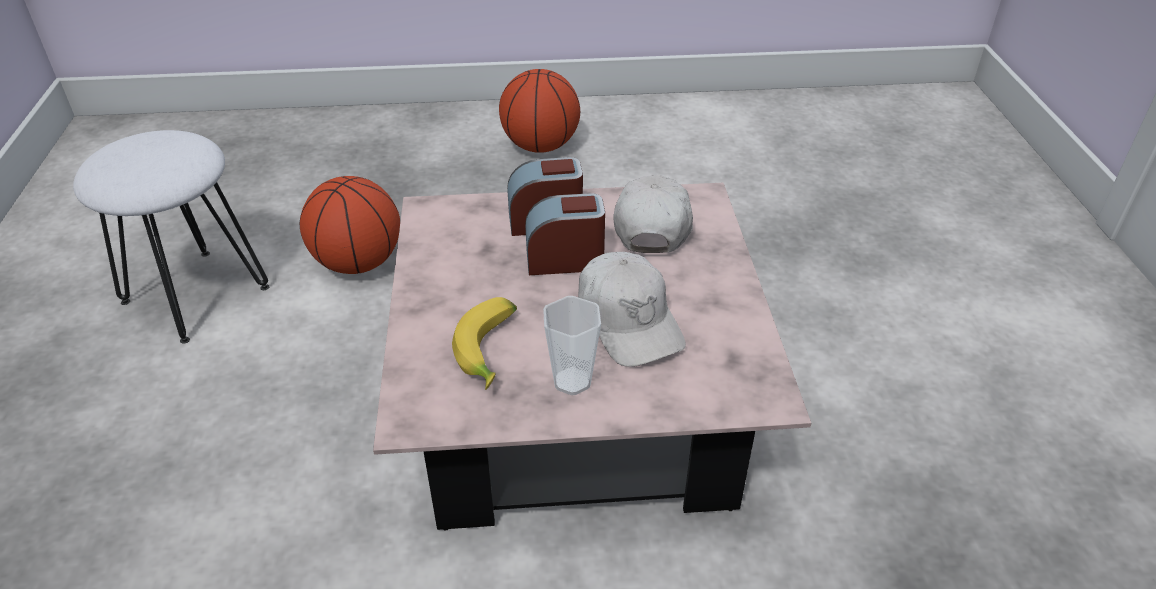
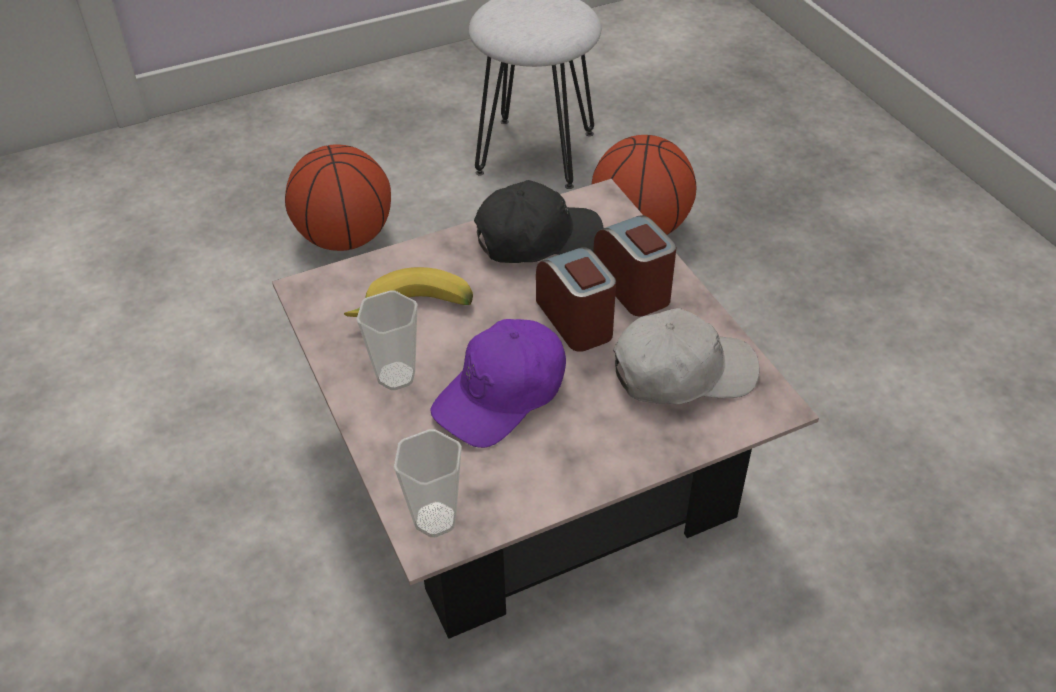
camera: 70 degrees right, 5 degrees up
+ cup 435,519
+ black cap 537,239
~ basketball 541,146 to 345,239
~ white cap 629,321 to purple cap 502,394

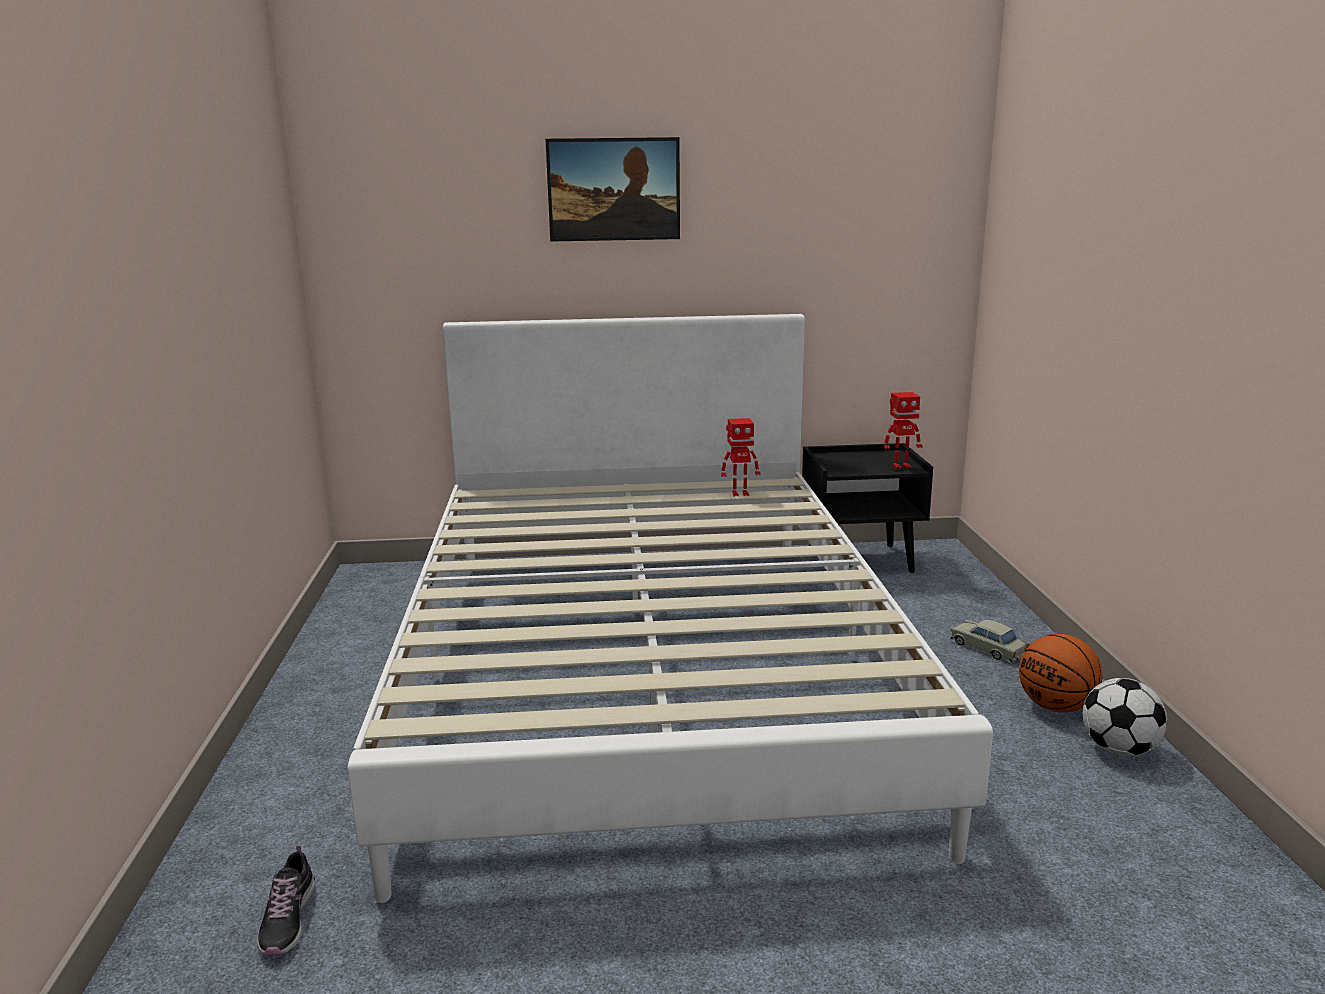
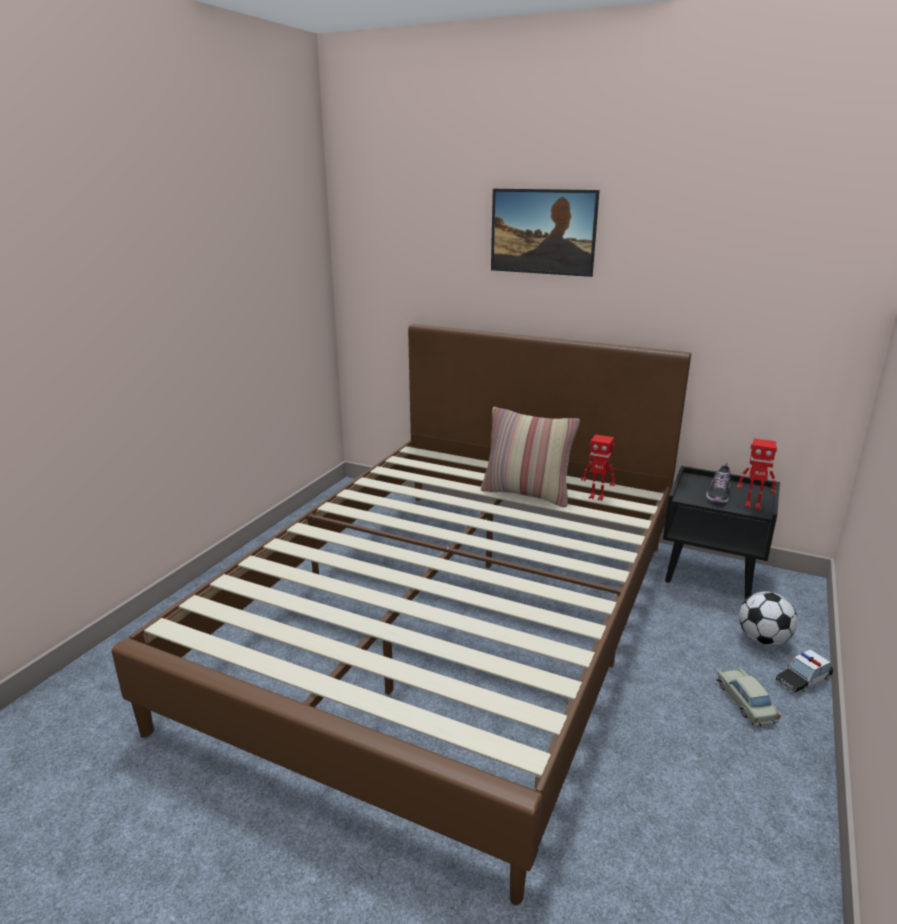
camera: 30 degrees right, 5 degrees up
- basketball 1056,707
+ pillow 526,493
+ toy car 803,679
~ shoe 288,920 to 718,494
~ football 1119,750 to 763,639
~ white bed 649,670 to brown bed 452,622

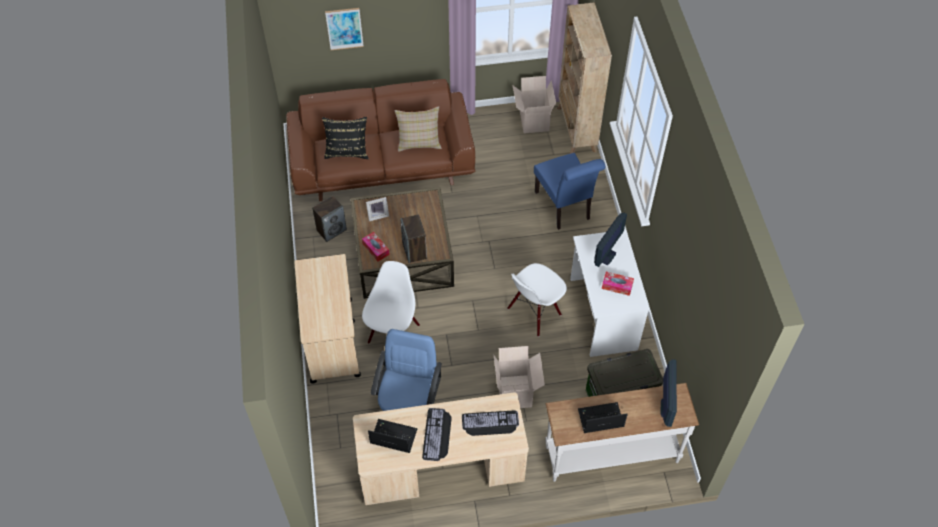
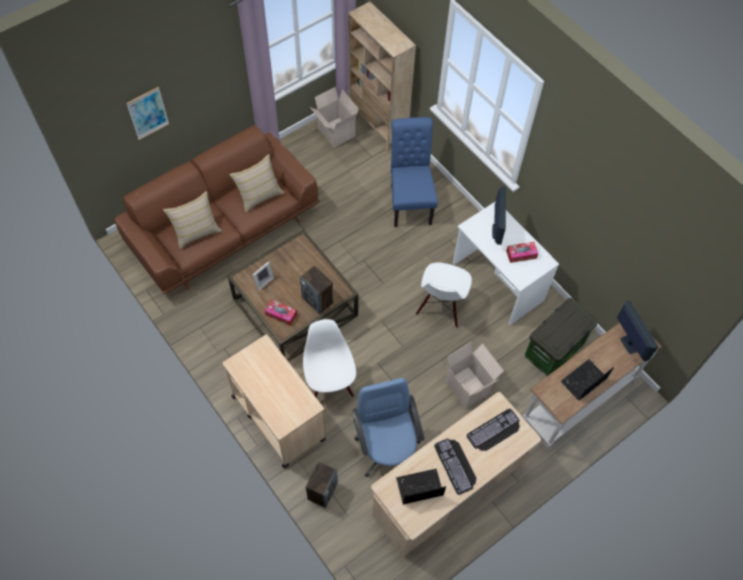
camera: 30 degrees left, 5 degrees up
~ speaker 331,230 to 322,491
~ black pillow 347,150 to beige pillow 196,231
~ blue chair 564,208 = 409,201 135 degrees counterclockwise

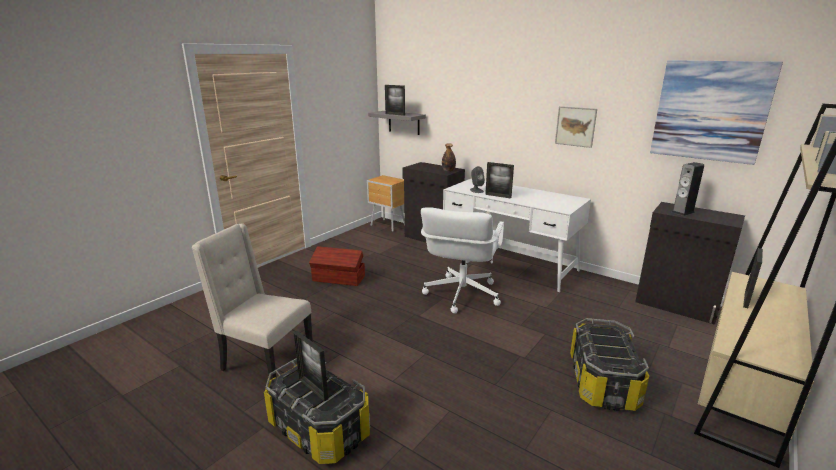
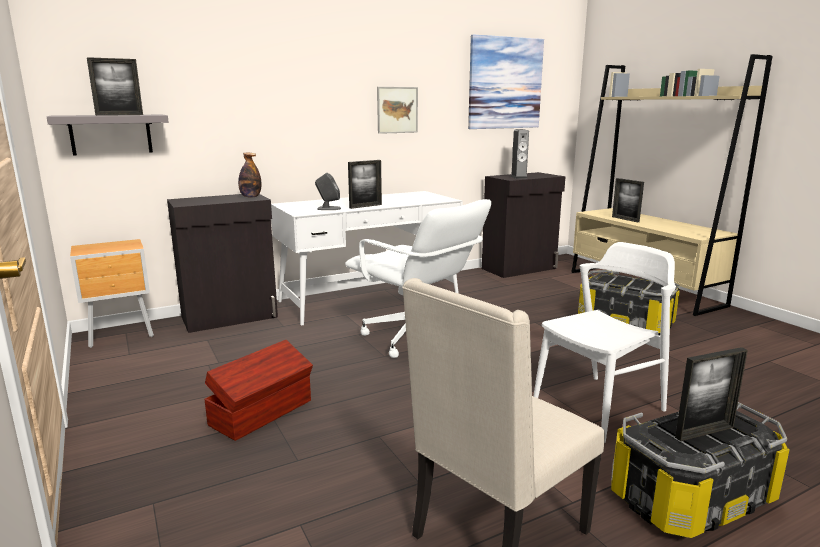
camera: 65 degrees left, 5 degrees down
+ white chair 599,406

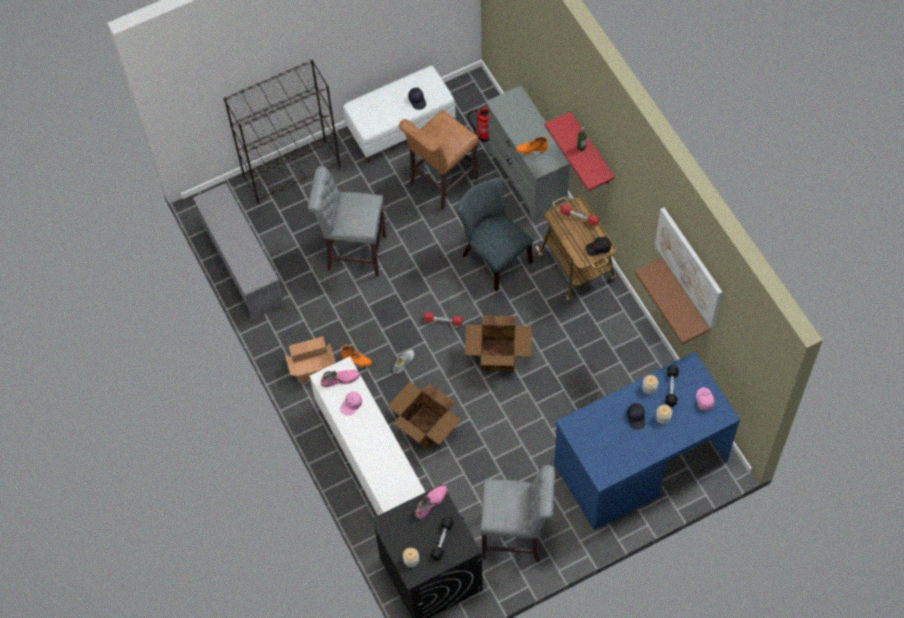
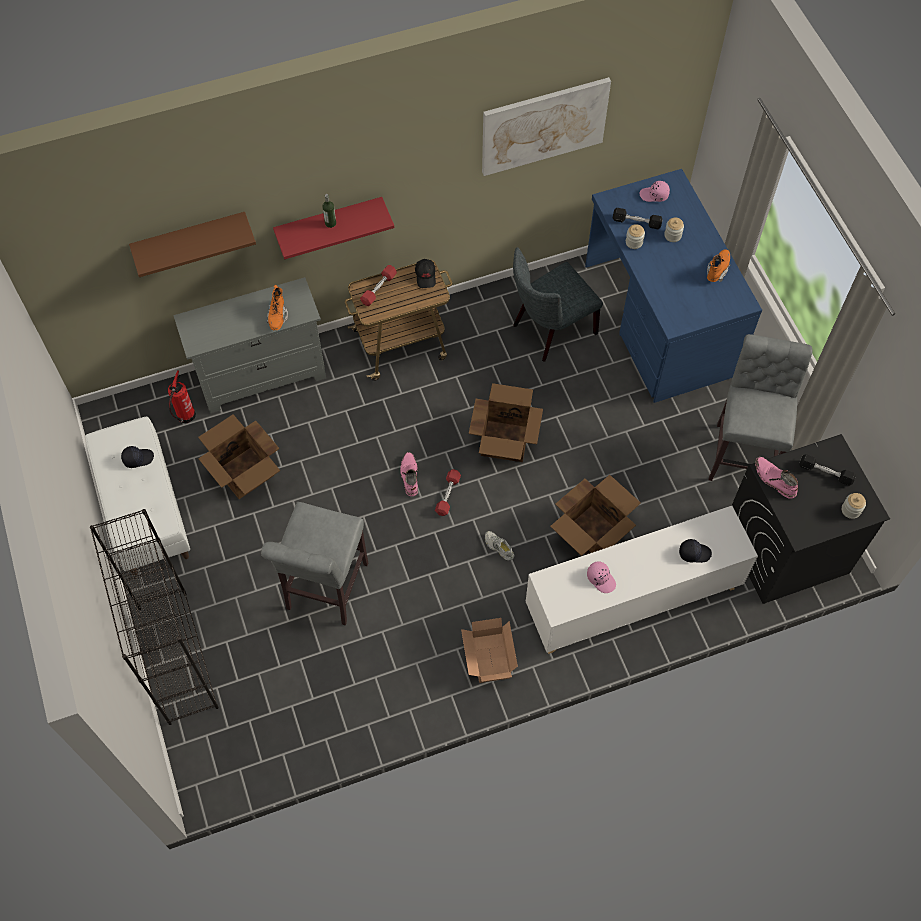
camera: 85 degrees left, 0 degrees up
- grey shoe rack 242,267
~ pink boot 340,379 to 409,476
~ orange boot 356,361 to 717,270
~ grey chair 493,256 to 550,330
~ black cap 636,418 to 694,552
~ brown shelf 684,299 to 190,238
~ brown stool 440,183 to cardboard box 245,473

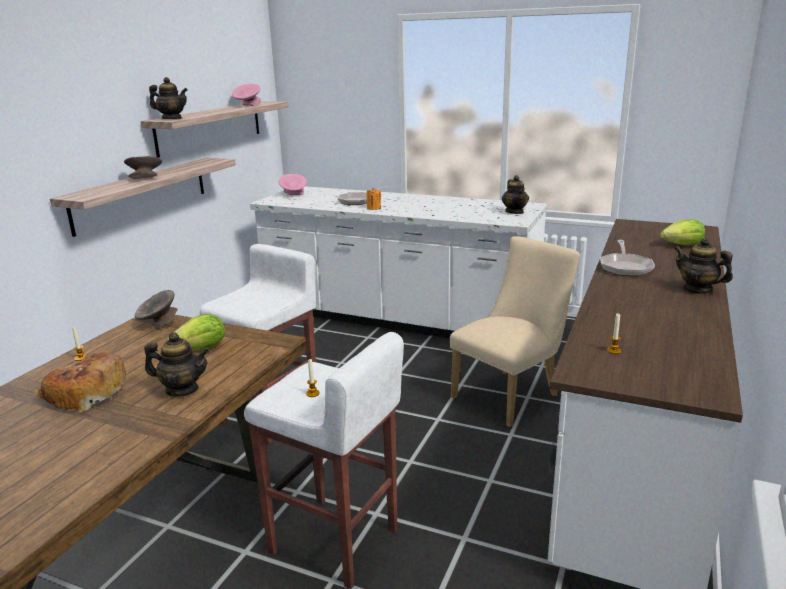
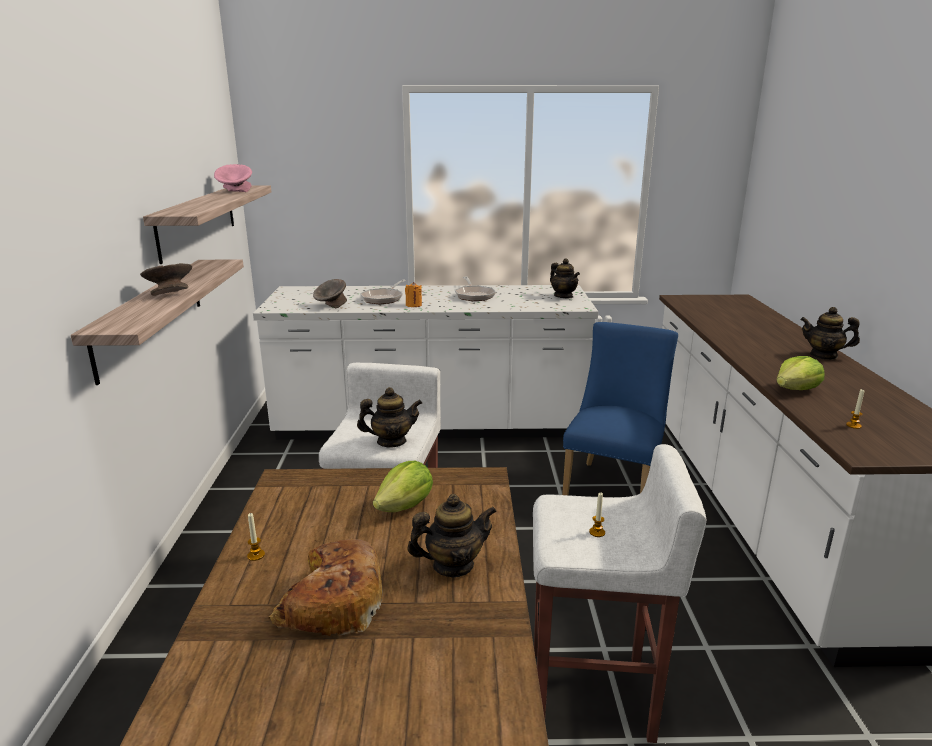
camera: 25 degrees left, 0 degrees up
- pink bowl 294,195
~ grey bowl 158,324 to 331,306
~ teapot 172,119 to 391,442
~ frying pan 625,267 to 474,295
~ lettuce 682,245 to 795,389
~ beige chair 511,394 to blue chair 613,485

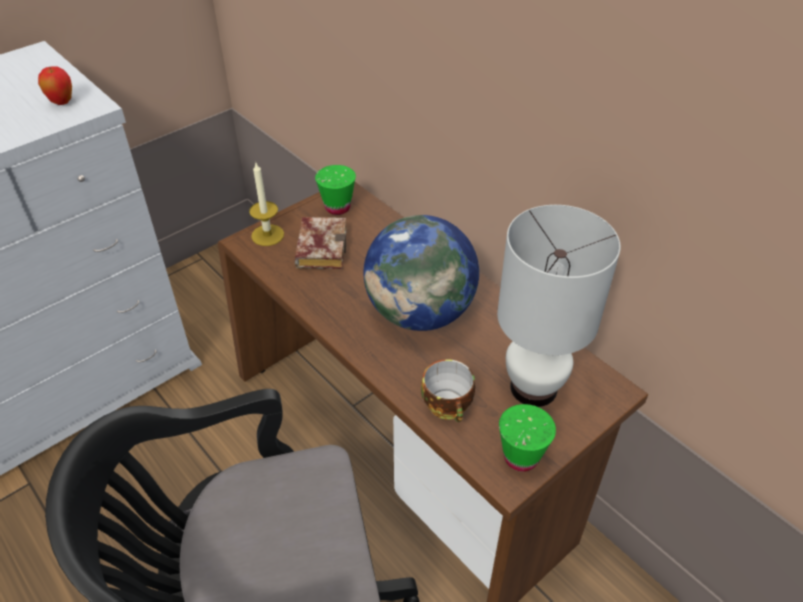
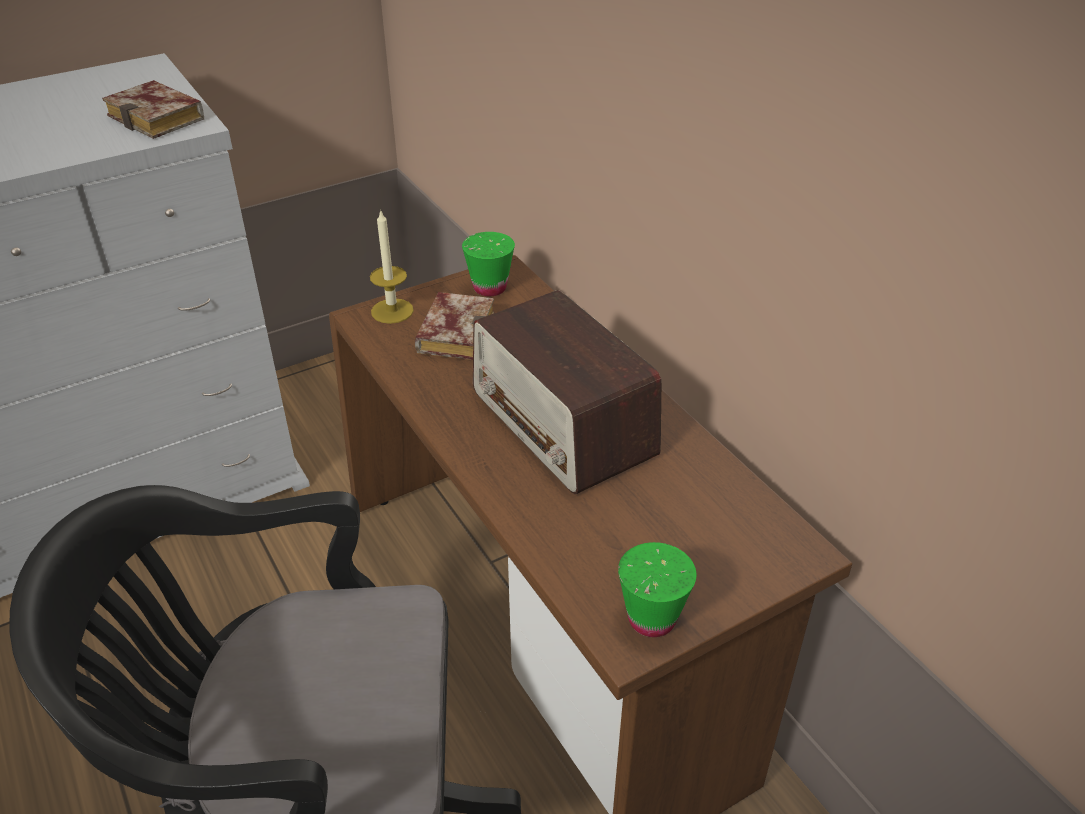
camera: 10 degrees right, 5 degrees down
- cup 449,407
- white table lamp 532,388
~ apple 62,102 to book 161,118
~ globe 420,313 to radio 563,424

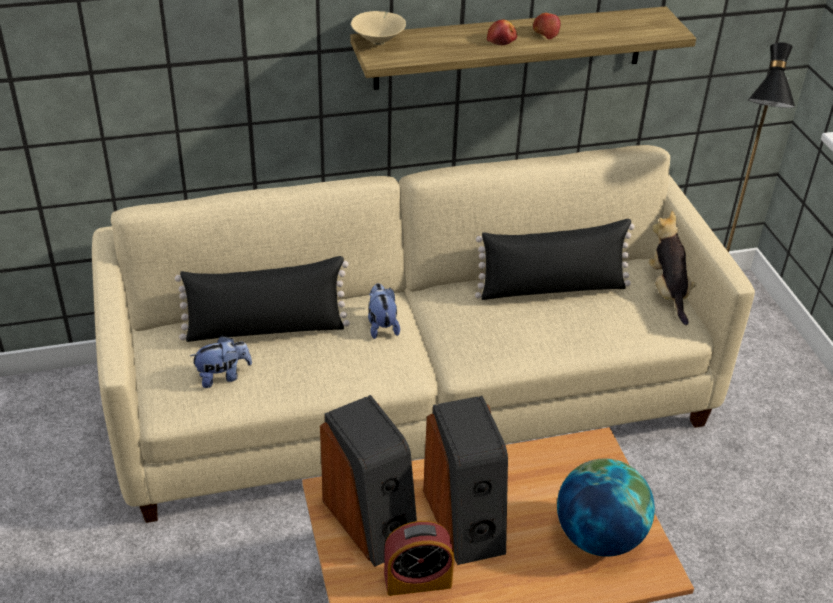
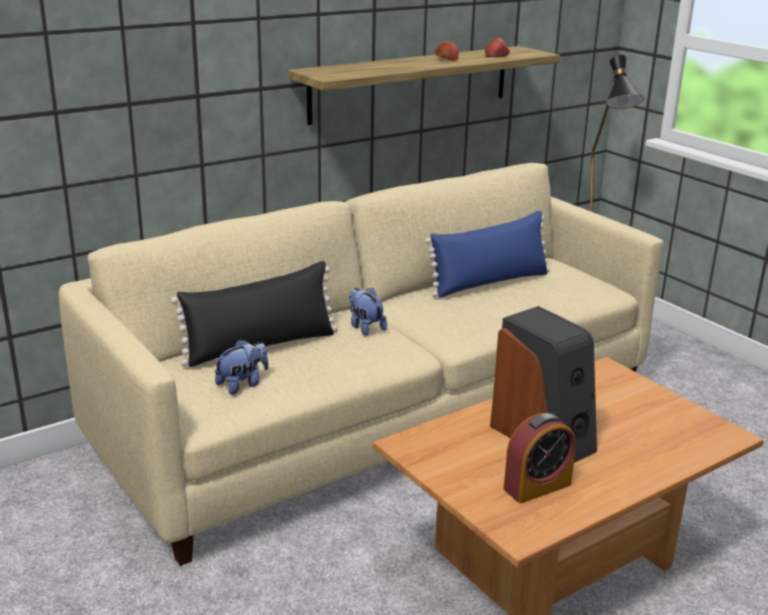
camera: 20 degrees left, 15 degrees down
- speaker 372,520
- beige bowl 379,41
- globe 598,537
- plush toy 668,292
~ apple 501,40 to 497,56
~ black pillow 552,288 to blue pillow 490,282

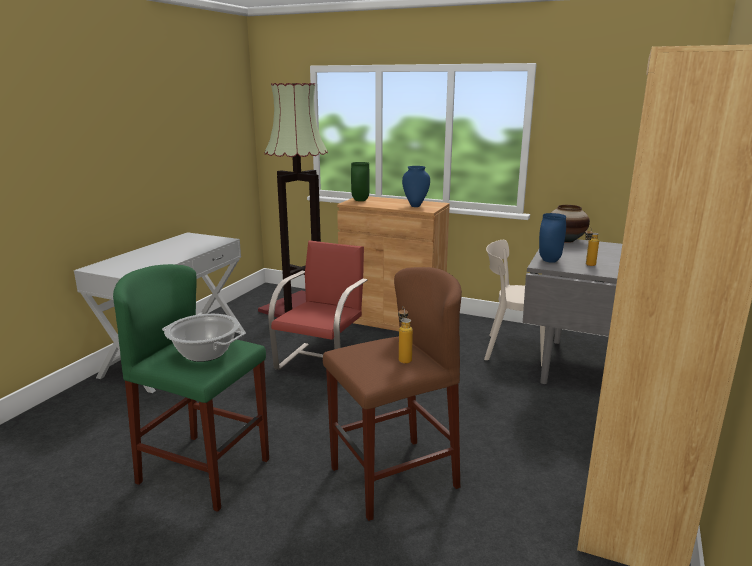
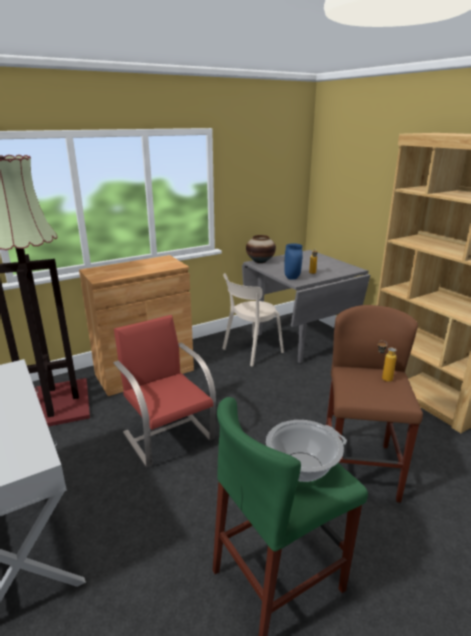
camera: 55 degrees left, 5 degrees up
- green vase 360,200
- blue vase 415,206

